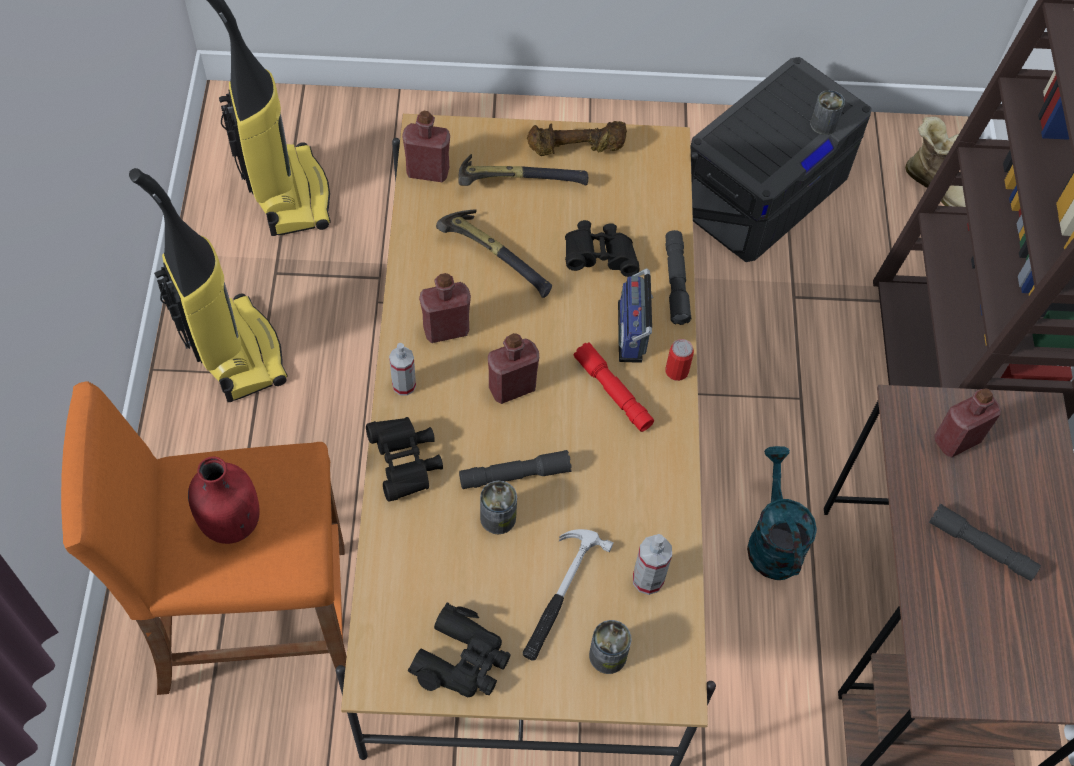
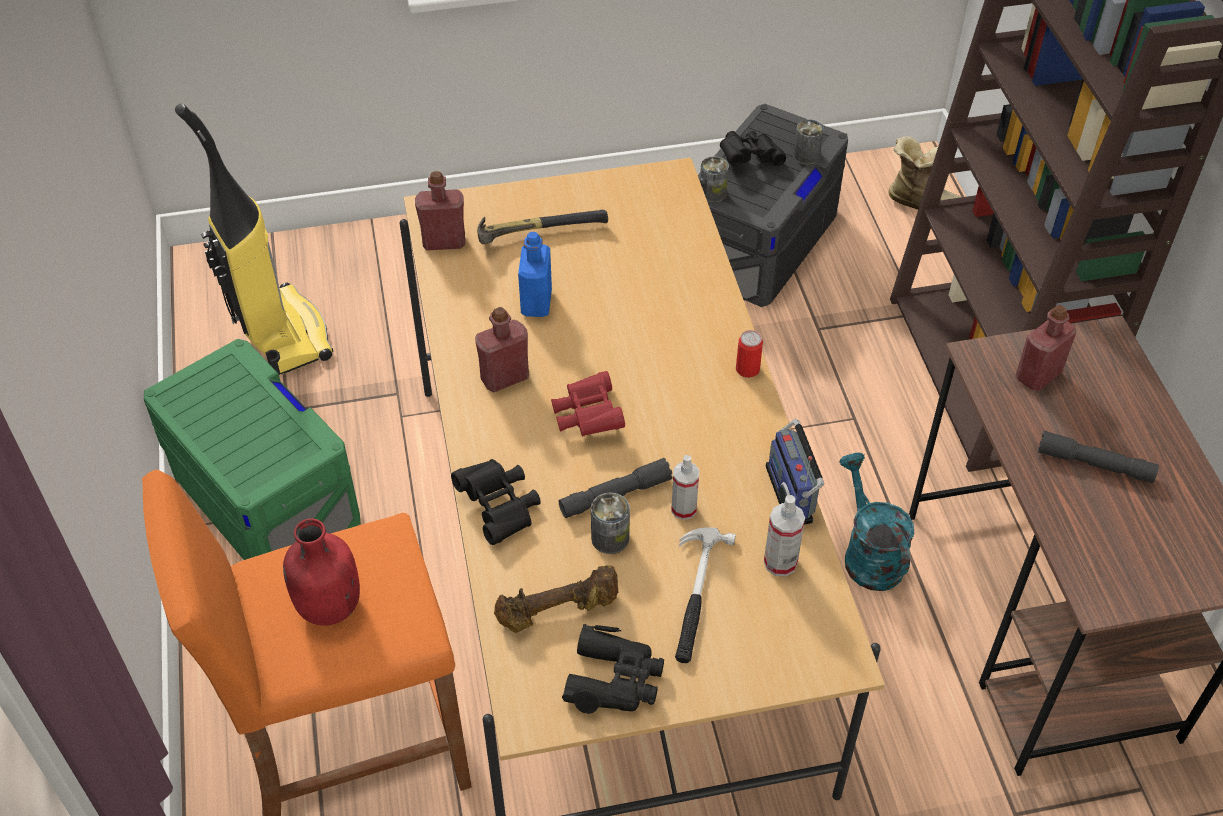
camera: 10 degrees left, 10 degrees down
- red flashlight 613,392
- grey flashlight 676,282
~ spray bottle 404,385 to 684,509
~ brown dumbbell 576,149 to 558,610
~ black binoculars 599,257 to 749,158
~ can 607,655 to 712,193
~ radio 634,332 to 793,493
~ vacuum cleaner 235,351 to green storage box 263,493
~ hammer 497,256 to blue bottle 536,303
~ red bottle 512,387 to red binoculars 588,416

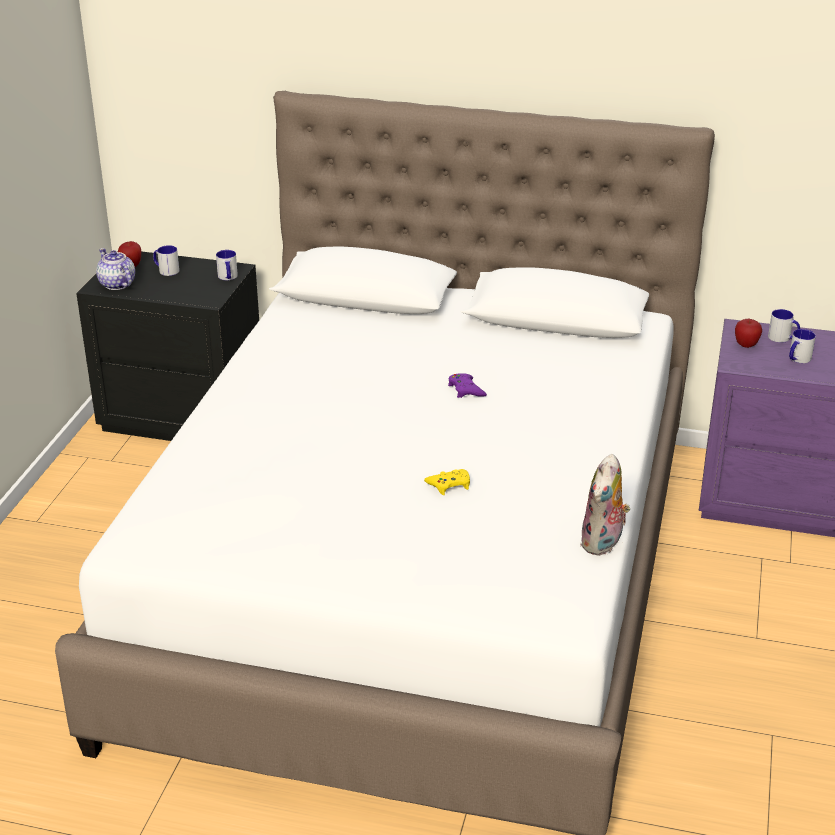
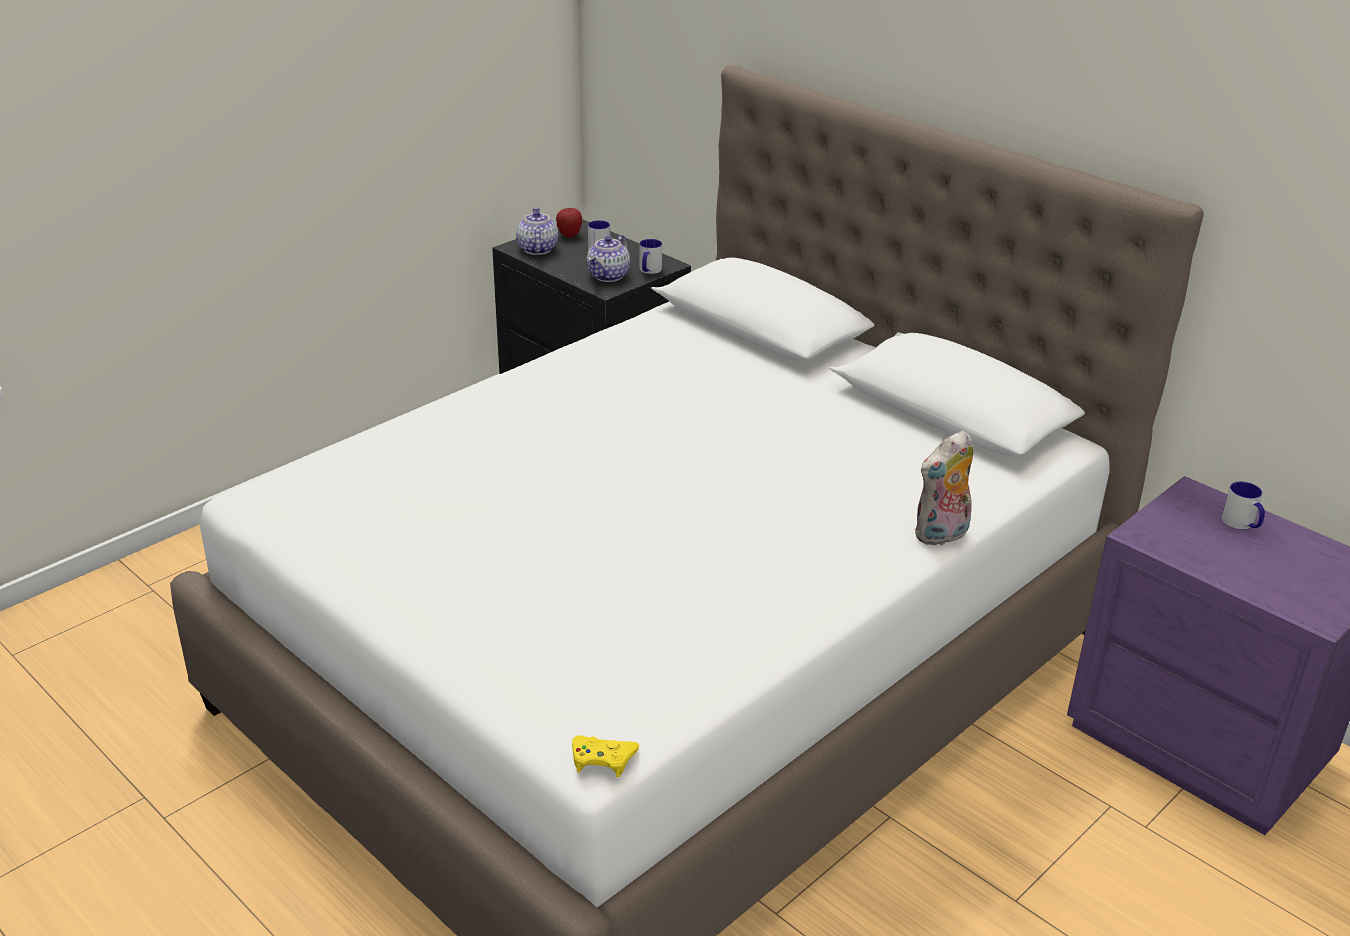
camera: 30 degrees right, 0 degrees up
- purple game controller 466,390
- apple 746,345
- mug 797,359
+ teapot 609,275
~ yellow game controller 449,485 to 602,759
~ plush toy 603,543 to 941,535

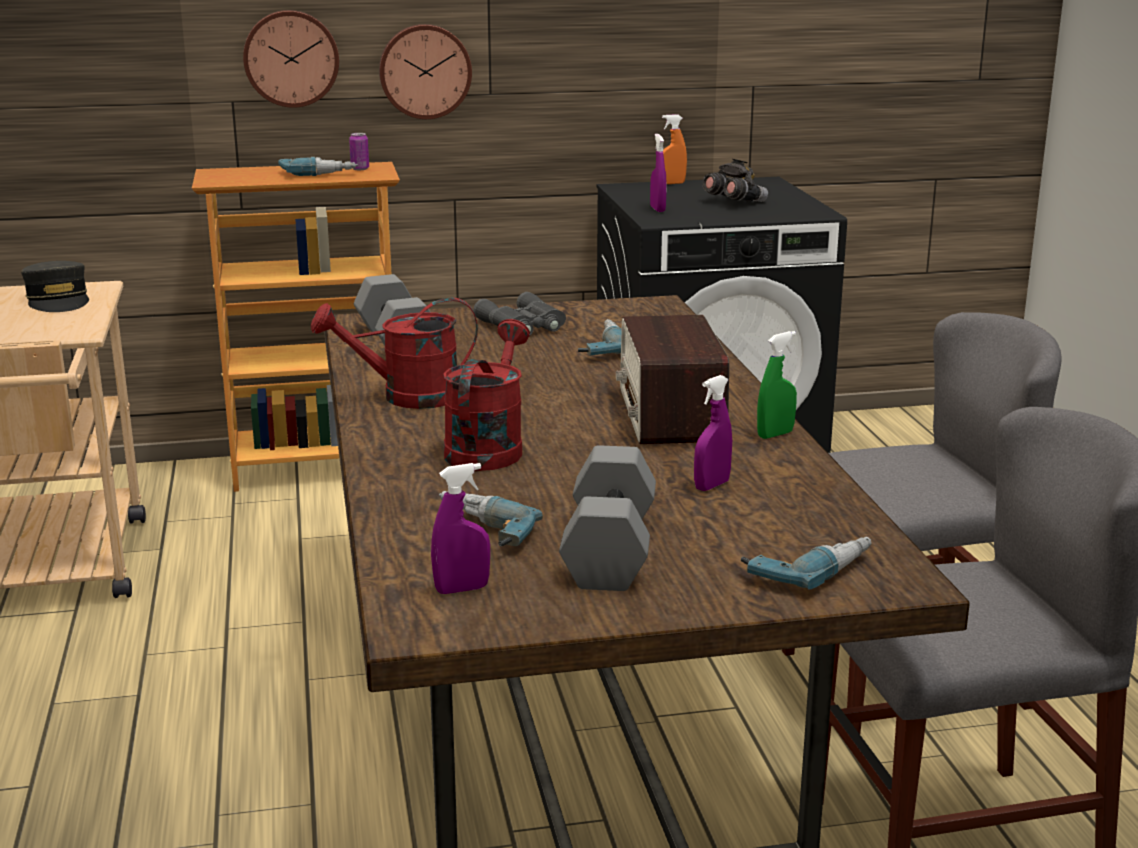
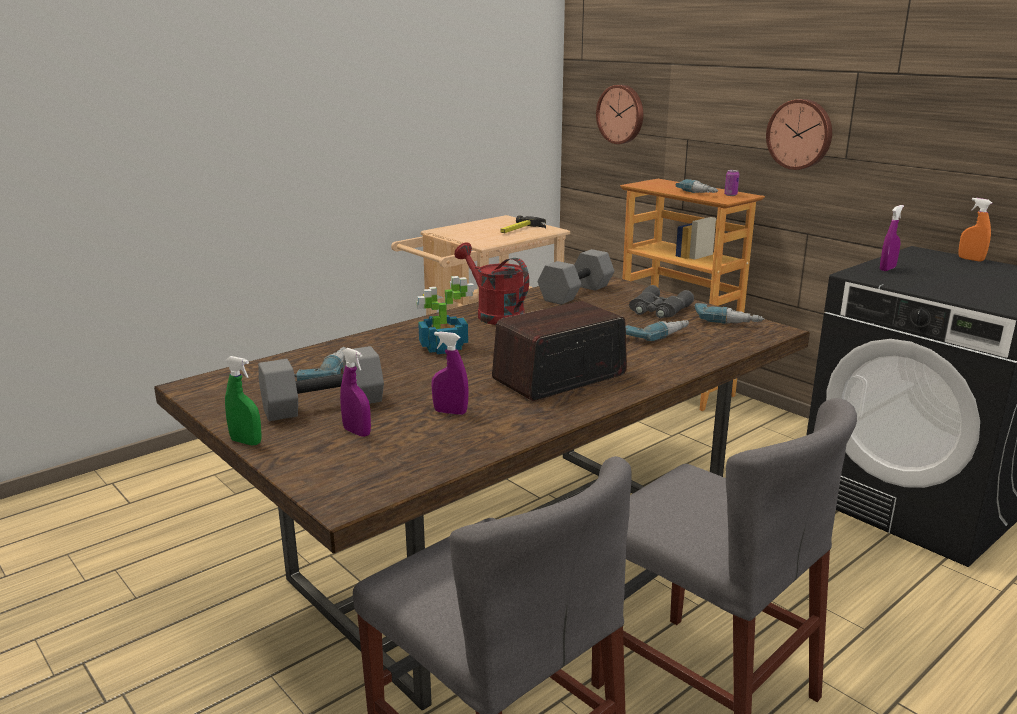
camera: 60 degrees right, 0 degrees up
- grey binoculars 734,202
~ wall clock 291,58 to 621,114
~ purple spray bottle 462,589 to 357,432
~ power drill 807,568 to 727,320
~ green spray bottle 775,434 to 246,442
~ grey cap 58,300 to hammer 520,230
~ red watering can 488,447 to potted plant 442,347

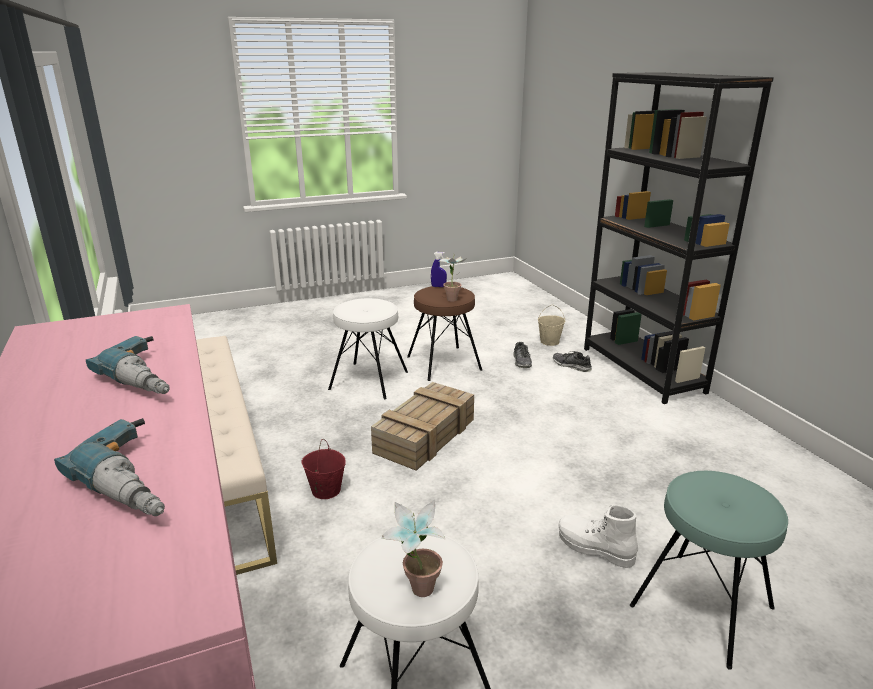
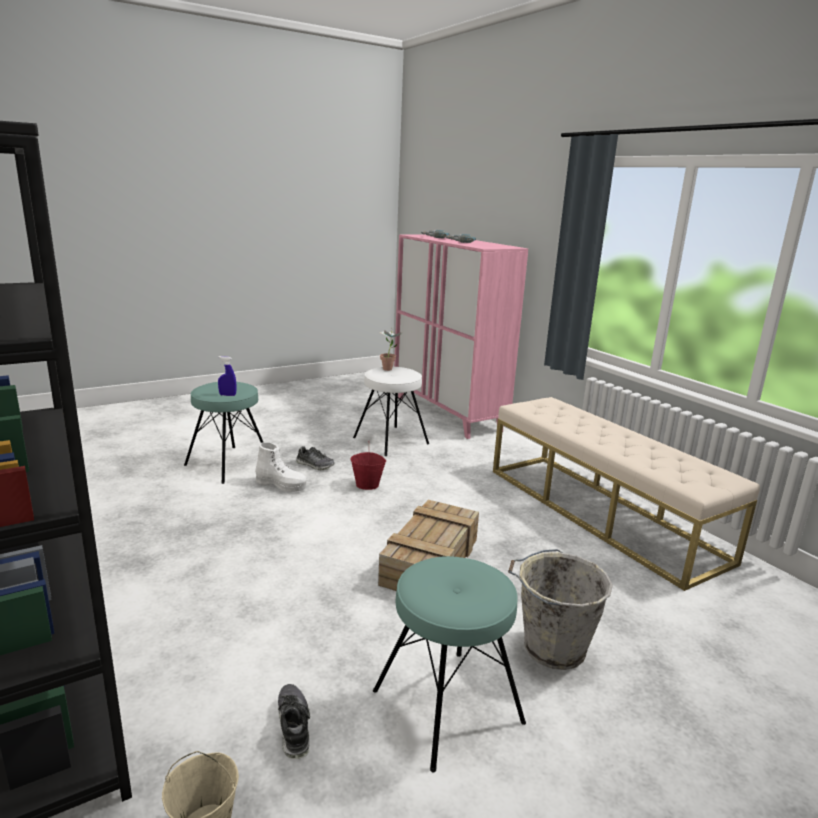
camera: 170 degrees right, 5 degrees down
- potted plant 453,298
~ red bucket 325,490 to 368,485
~ blue spray bottle 438,286 to 227,395
~ shoe 571,366 to 315,465
~ white stool 369,380 to grey bucket 551,647
~ brown stool 444,363 to turquoise stool 447,706

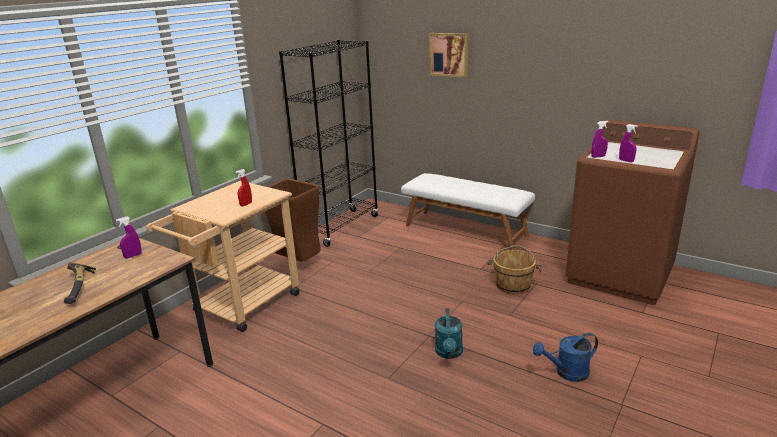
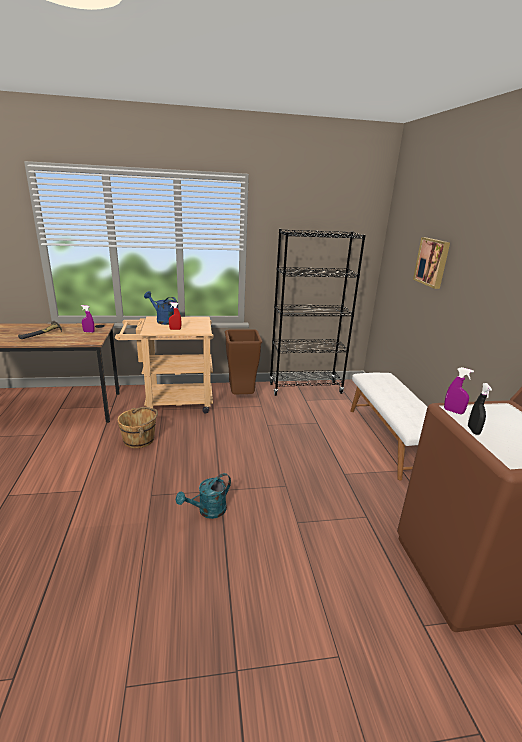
camera: 45 degrees right, 0 degrees up
~ brown bucket 513,285 to 139,439
~ blue watering can 566,373 to 163,320
~ purple spray bottle 626,161 to black spray bottle 473,430

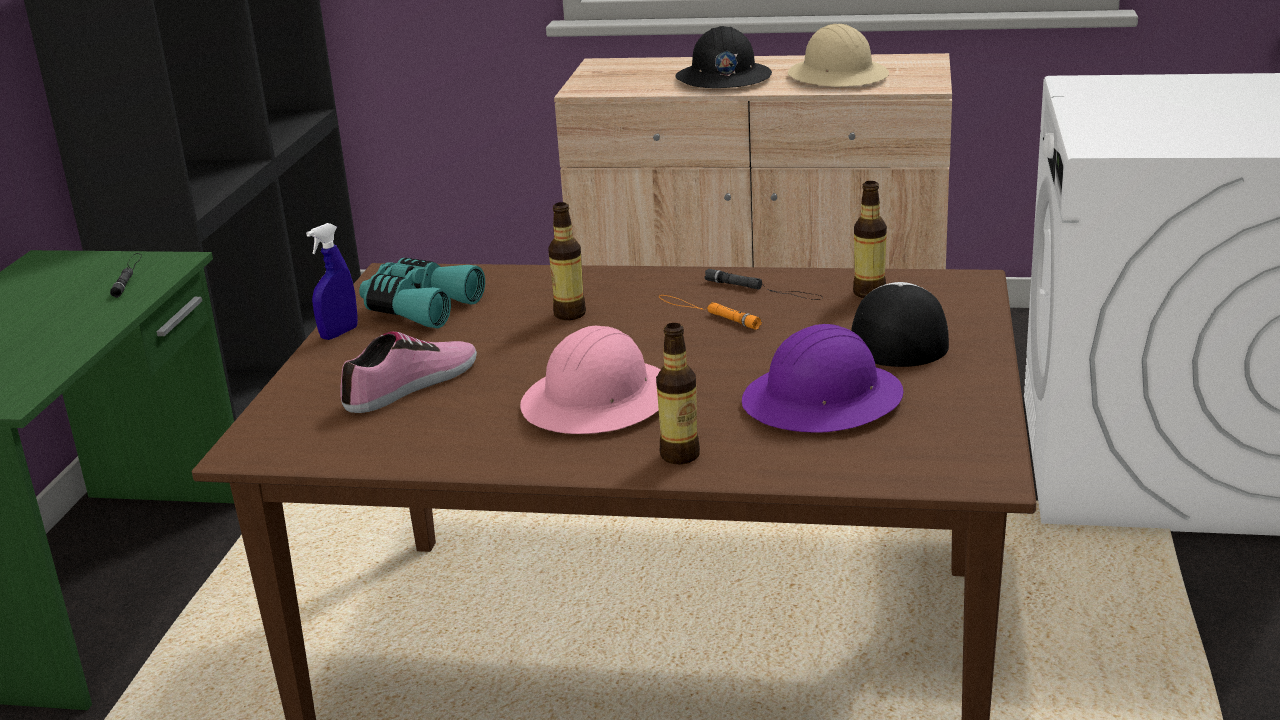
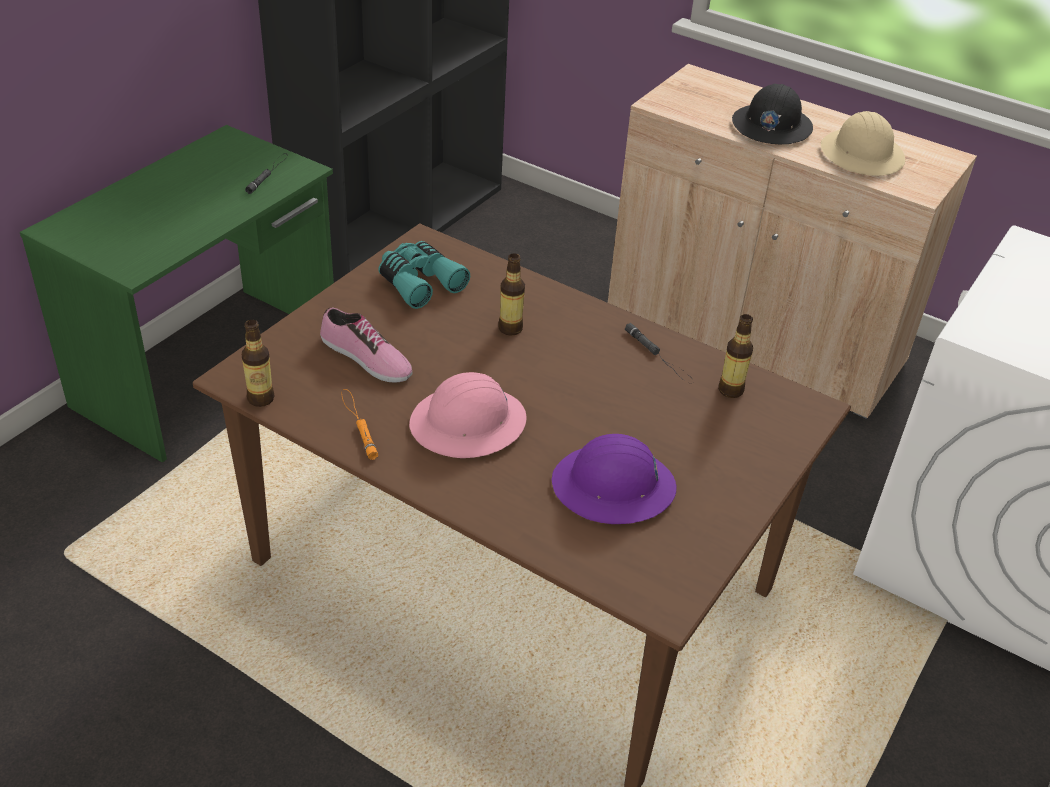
camera: 20 degrees right, 15 degrees up
- blue spray bottle 339,333
- cap 898,336
~ bottle 680,455 to 261,398
~ orange flashlight 707,312 to 358,424
~ shoe 412,385 = 365,358 60 degrees clockwise

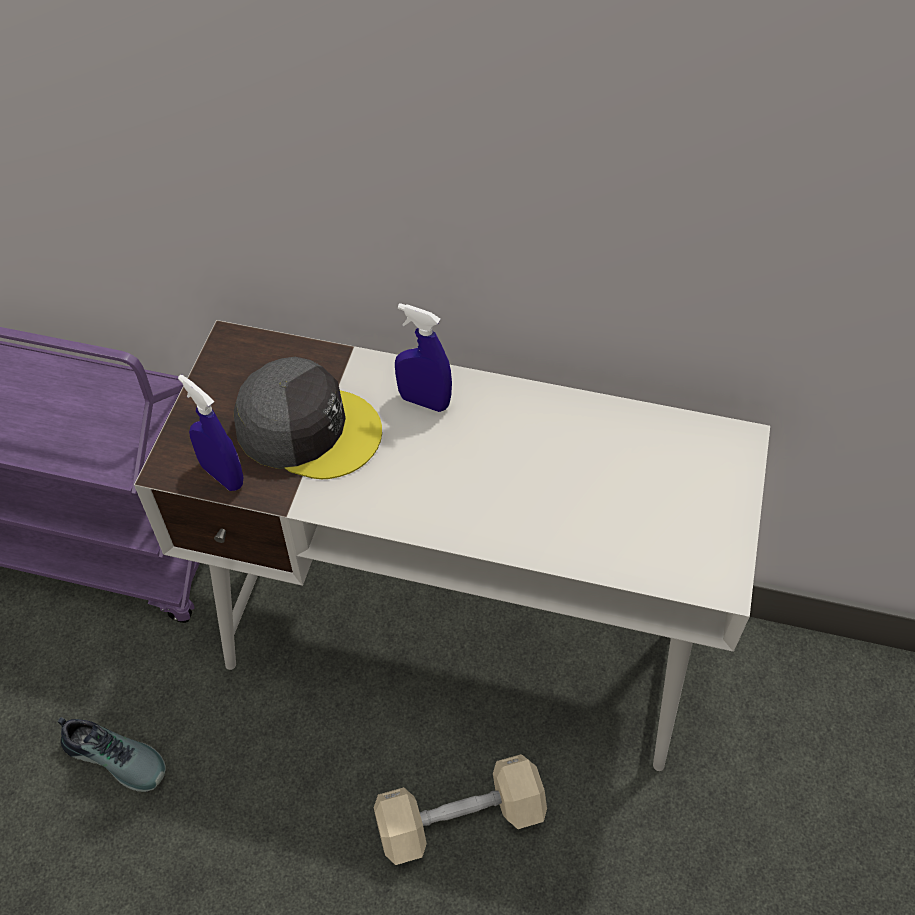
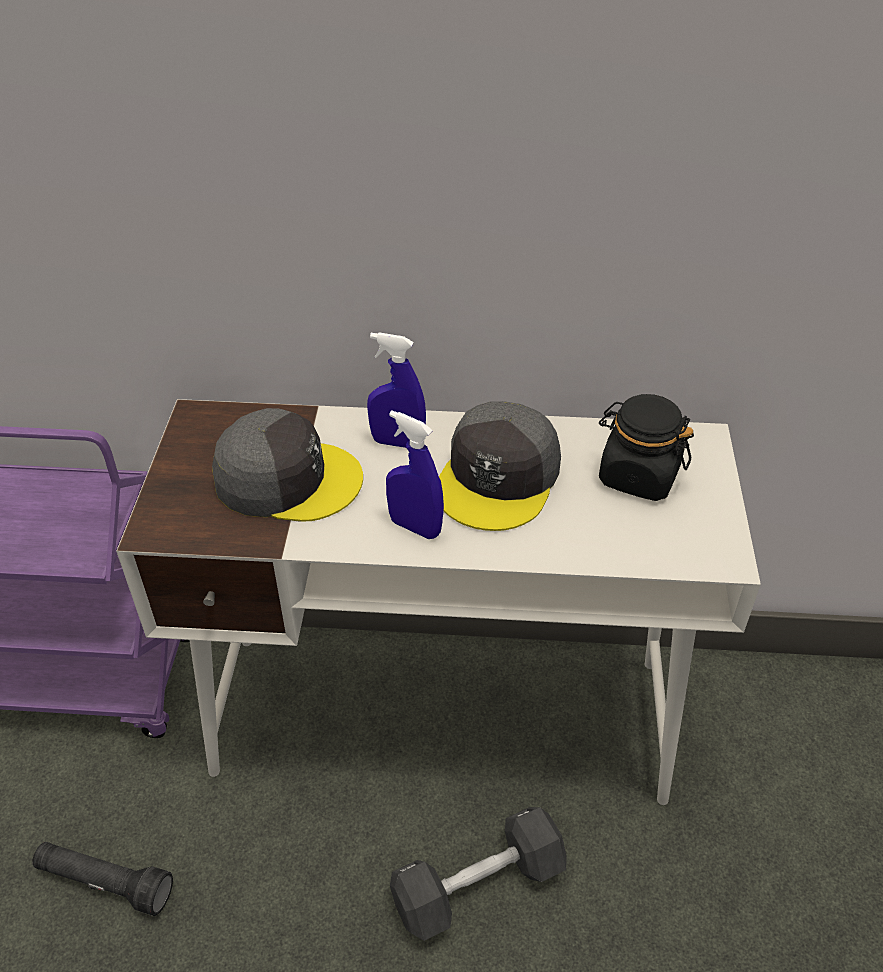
camera: 10 degrees left, 10 degrees down
+ grey cap 499,477
+ black jar 638,475
~ blue spray bottle 222,475 to 415,527
~ shoe 117,755 to black flashlight 105,883
~ beige dumbbell 460,817 to black dumbbell 478,884

